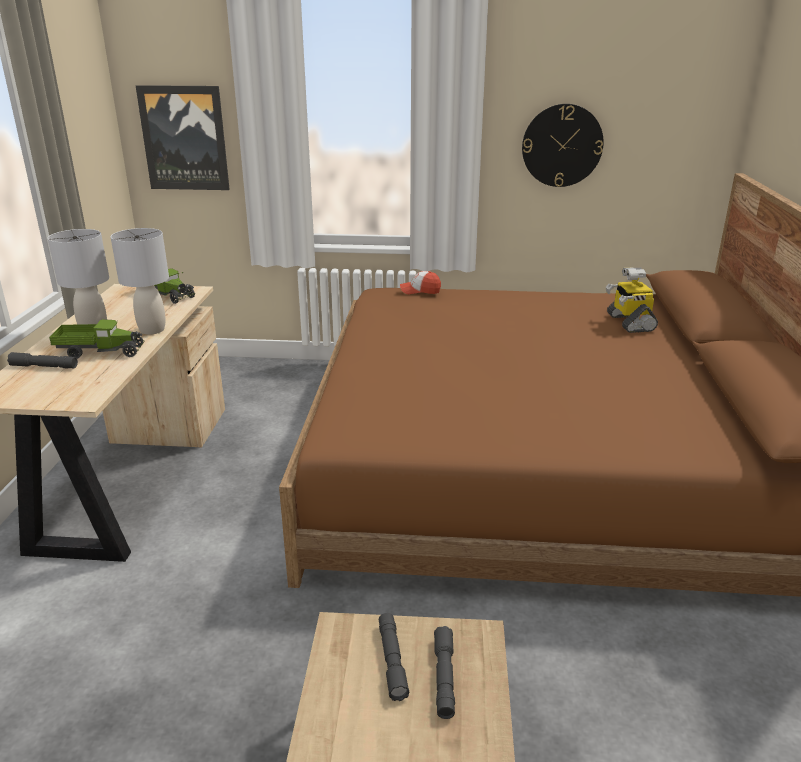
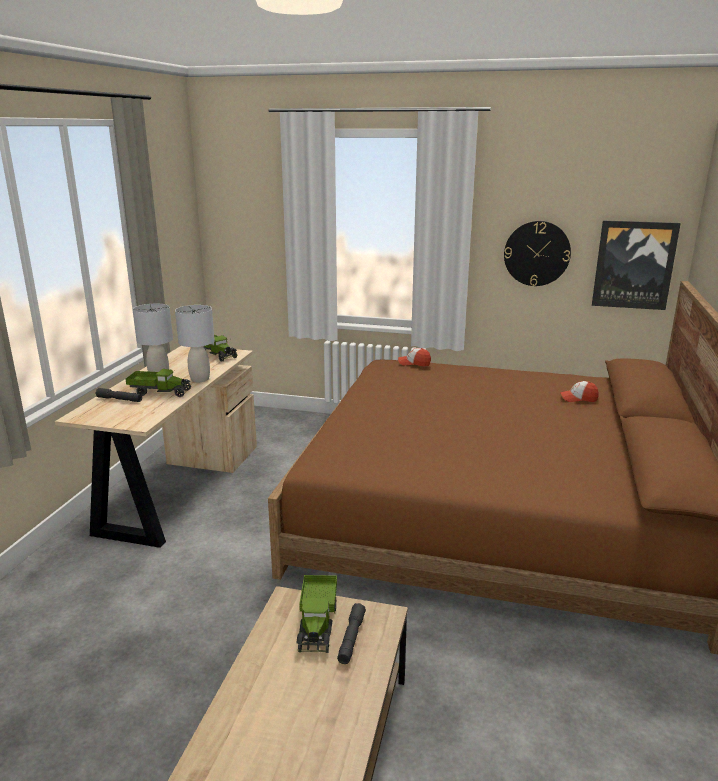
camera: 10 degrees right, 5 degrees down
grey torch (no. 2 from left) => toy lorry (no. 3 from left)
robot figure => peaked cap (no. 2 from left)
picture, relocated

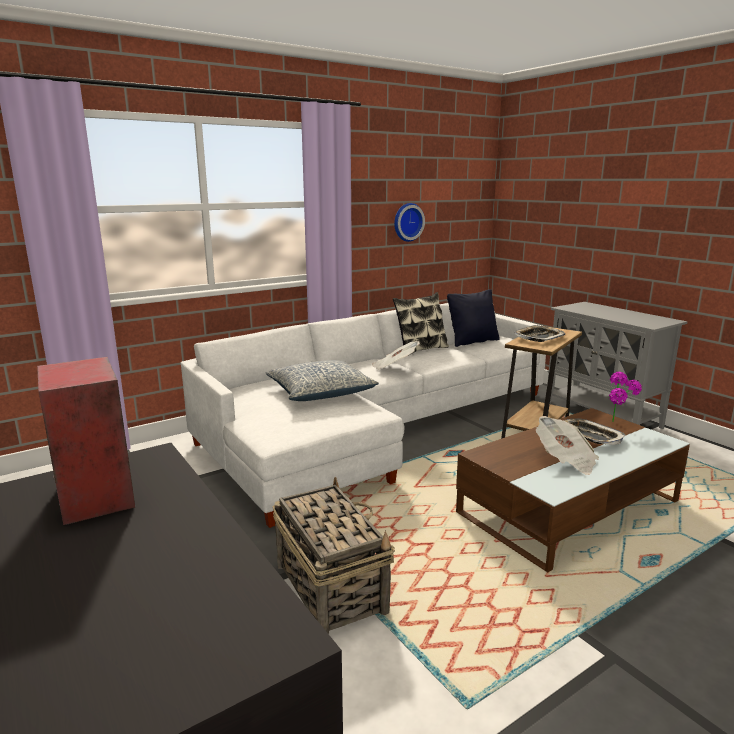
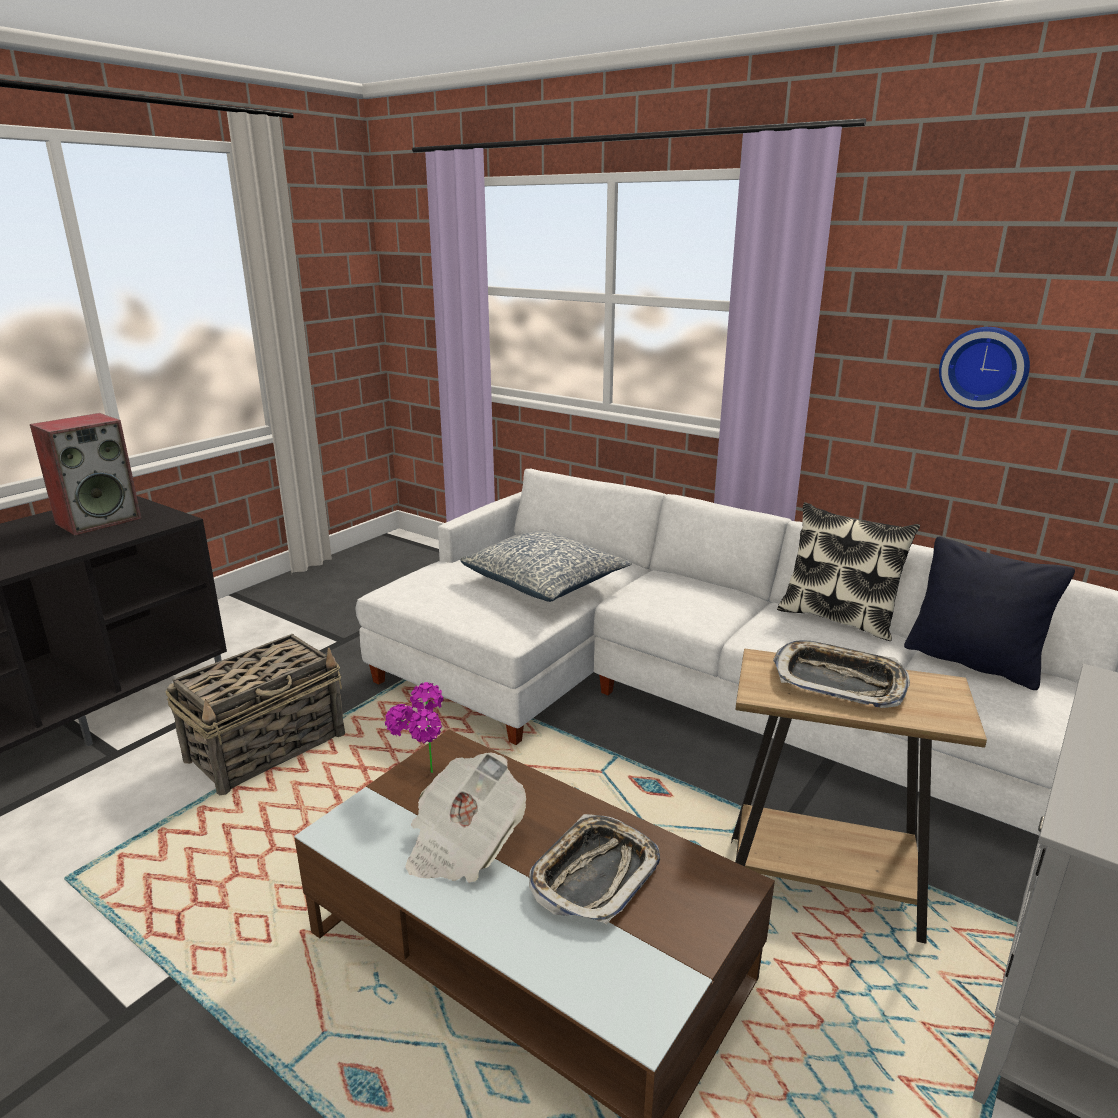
camera: 70 degrees right, 5 degrees up
plant in a pot, relocated
printed paper (no. 1 from left) => nothing

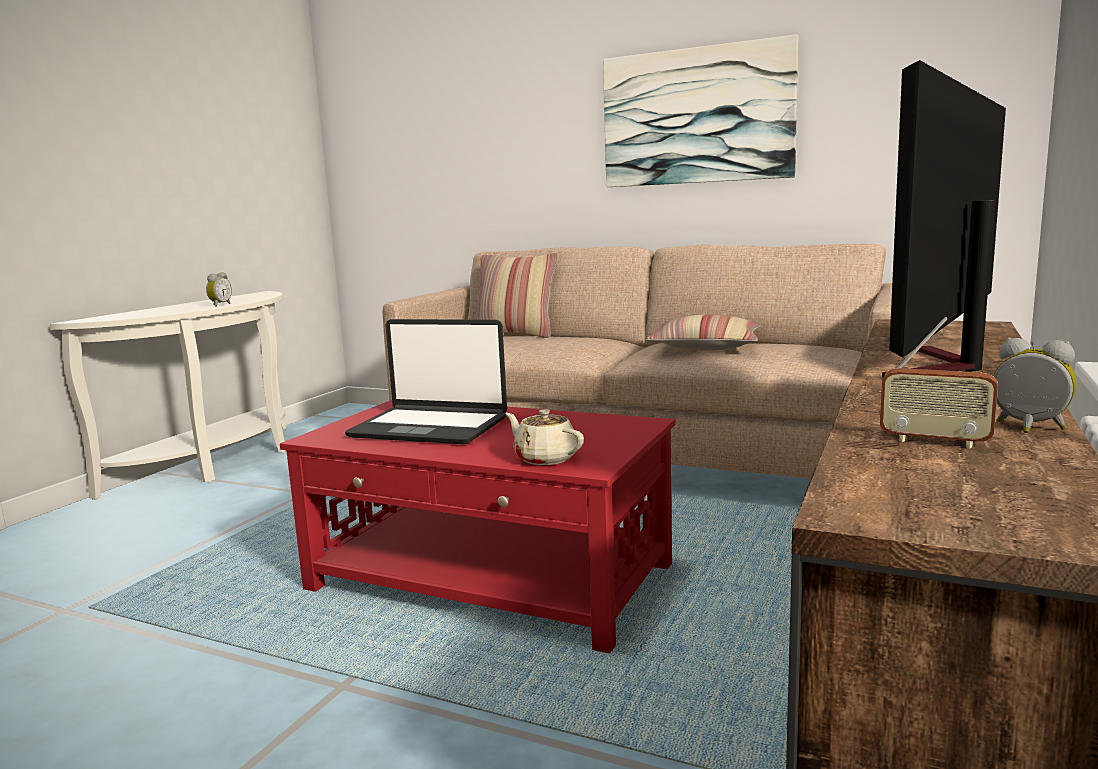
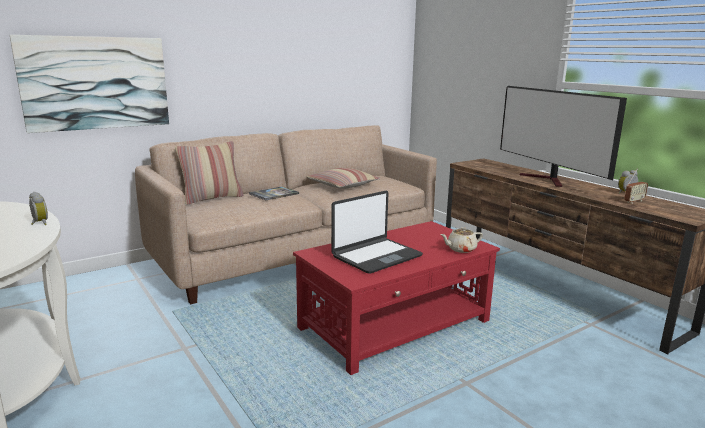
camera: 60 degrees left, 5 degrees up
picture, relocated
nothing => book

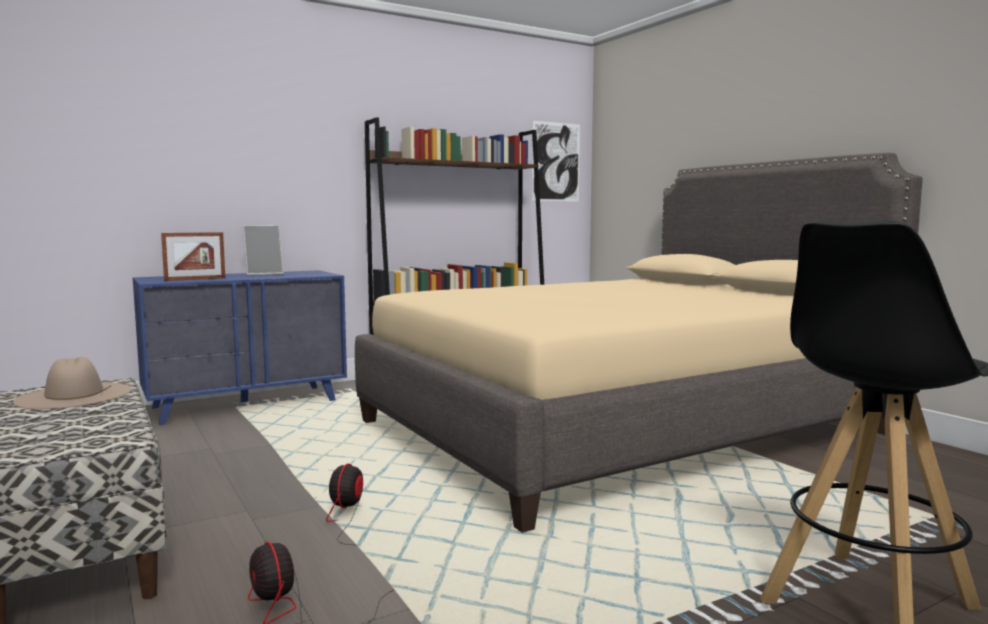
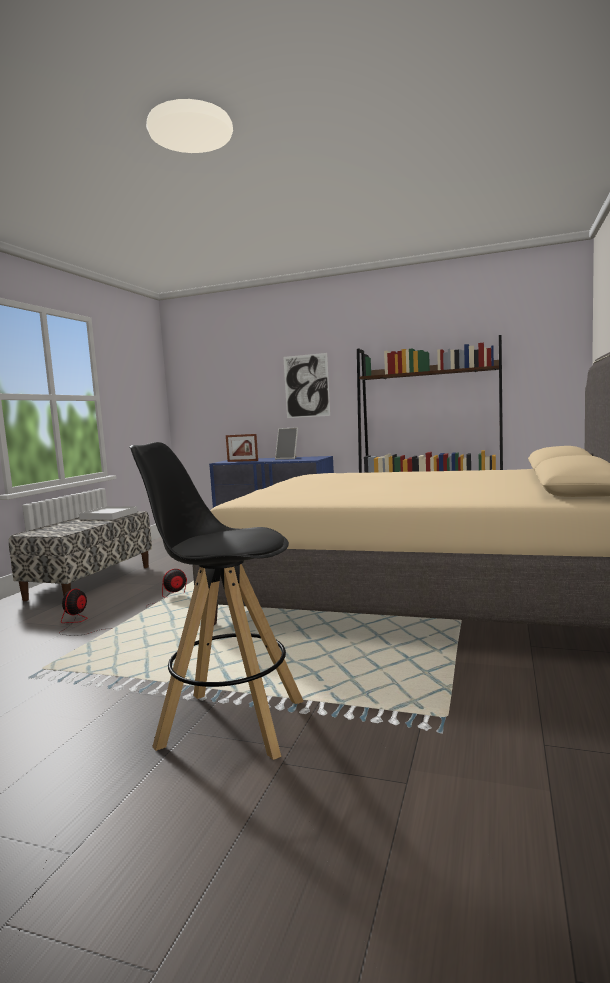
camera: 50 degrees right, 0 degrees up
sand-coloured wearable hat => white-coloured carrying tray
picture, relocated

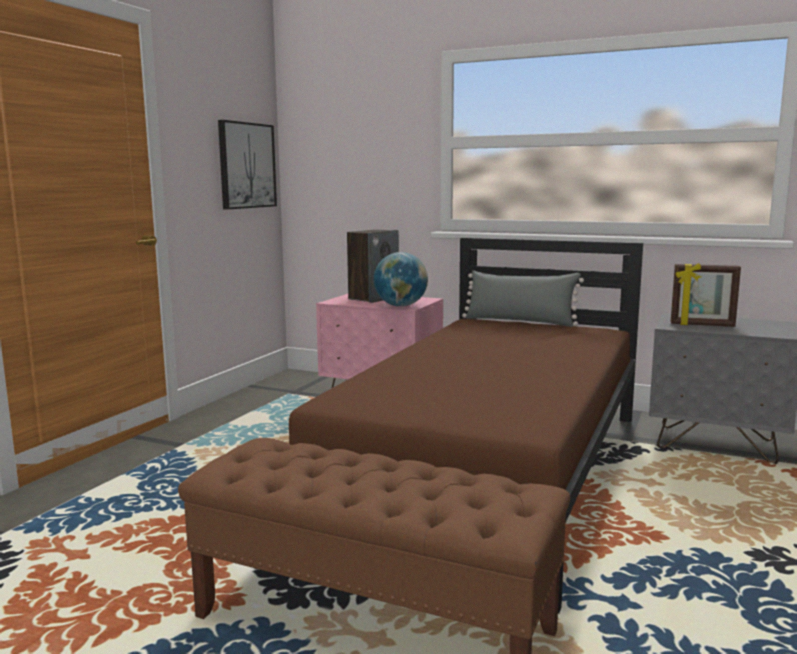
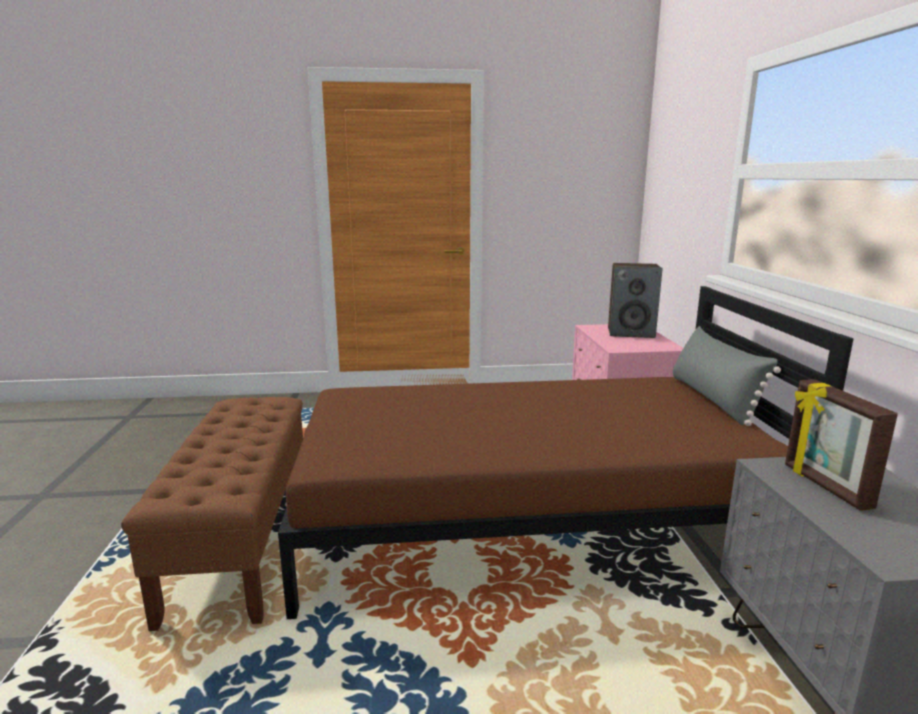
camera: 60 degrees right, 5 degrees up
picture => nothing
globe => nothing

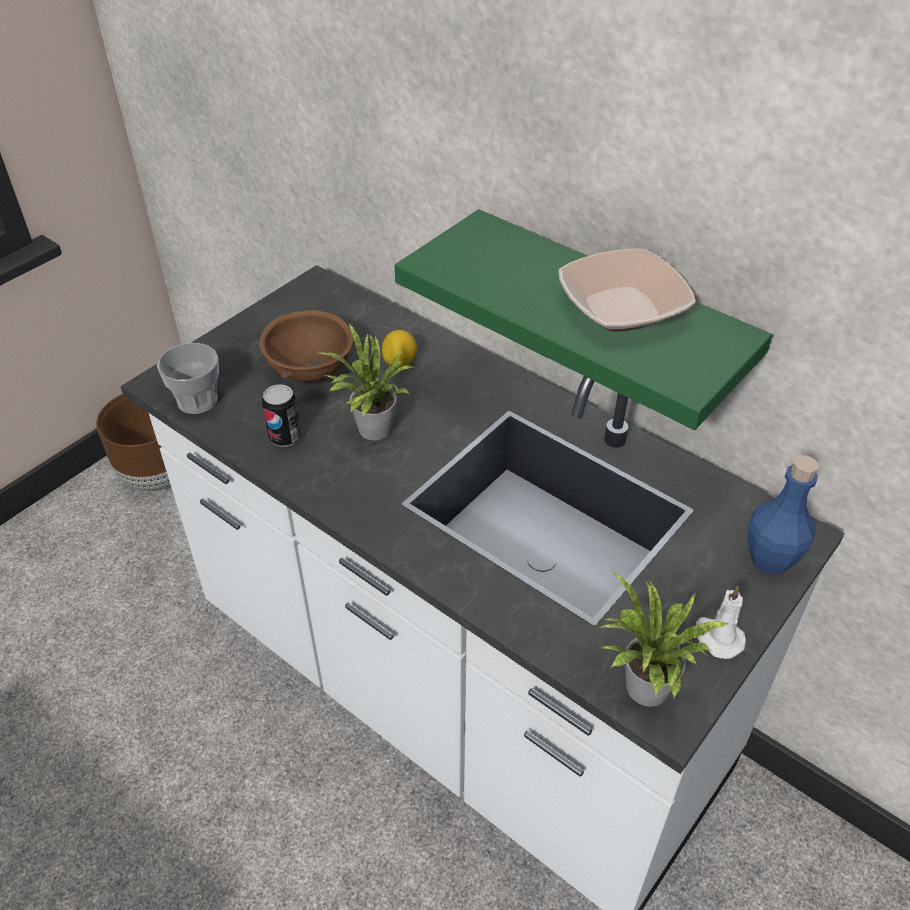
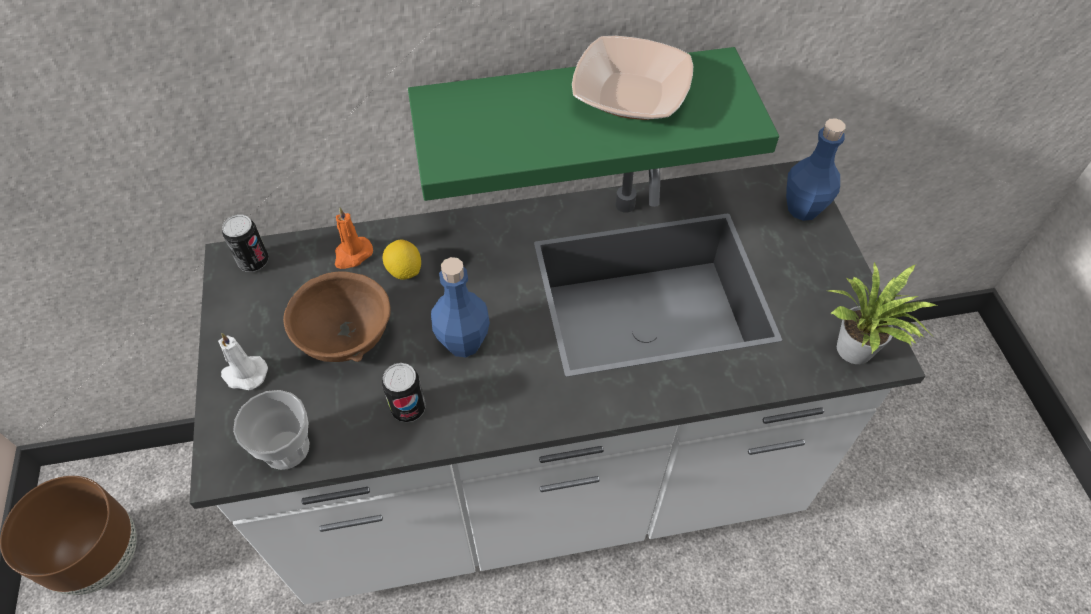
camera: 50 degrees left, 10 degrees up
white-coloured candle, relocated
nothing => can (no. 1 from left)
nothing => orangey candle
plant in a pot (no. 1 from left) => bluish drink bottle (no. 1 from left)

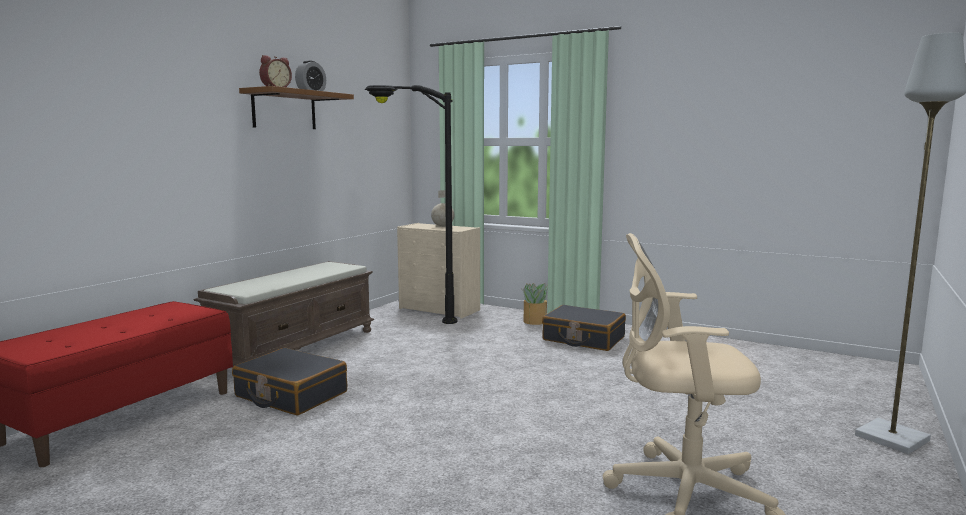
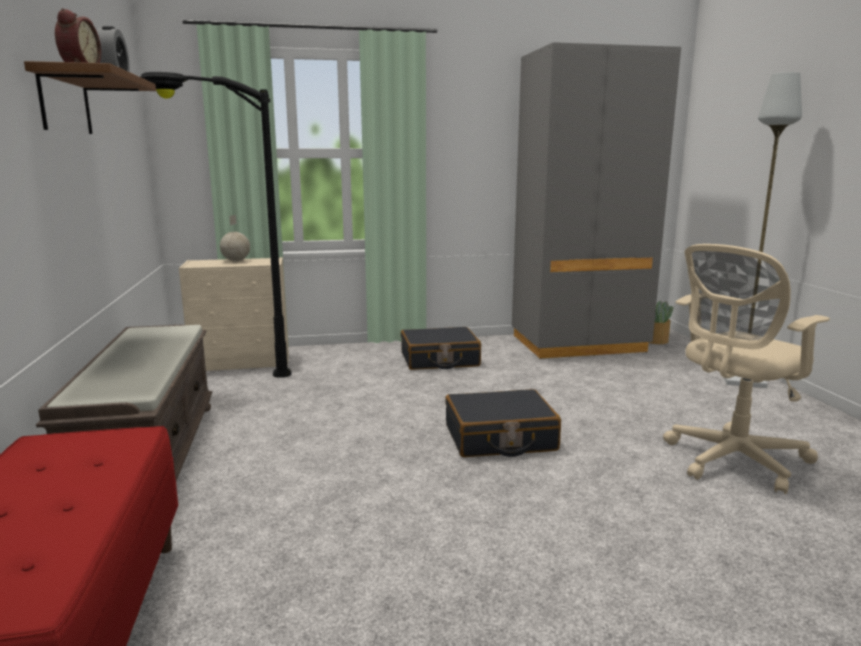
camera: 40 degrees left, 5 degrees up
blackish piece of luggage (no. 1 from left in the first image) => blackish piece of luggage (no. 2 from left), relocated
nothing => grey armoire
plant in a pot, relocated

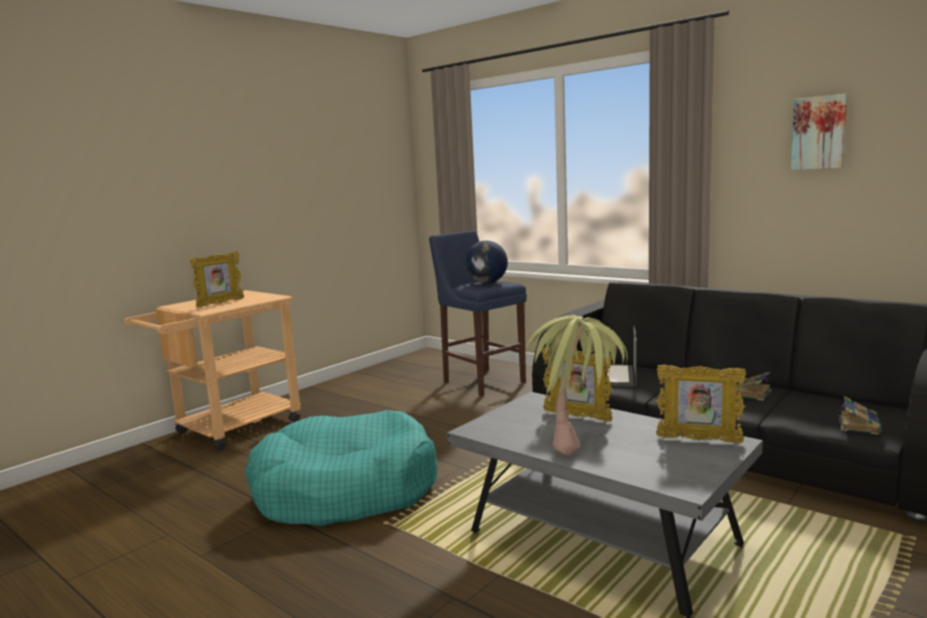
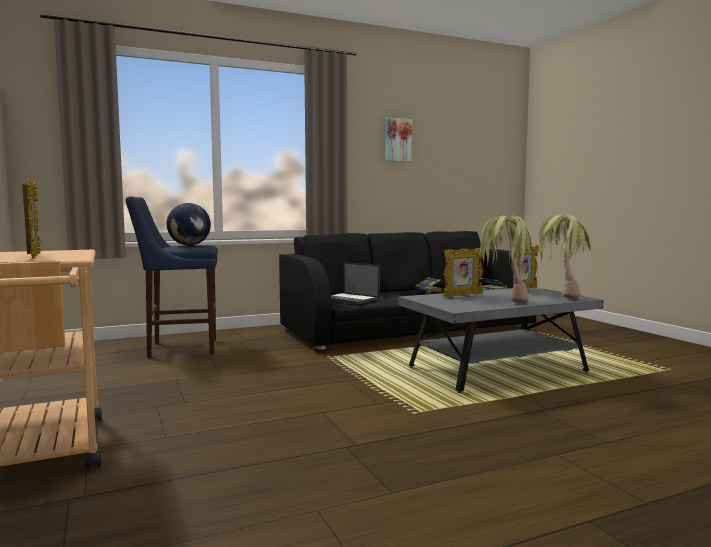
camera: 65 degrees left, 5 degrees down
nothing => plant in a pot (no. 2 from left)
blue-green dog bed => nothing

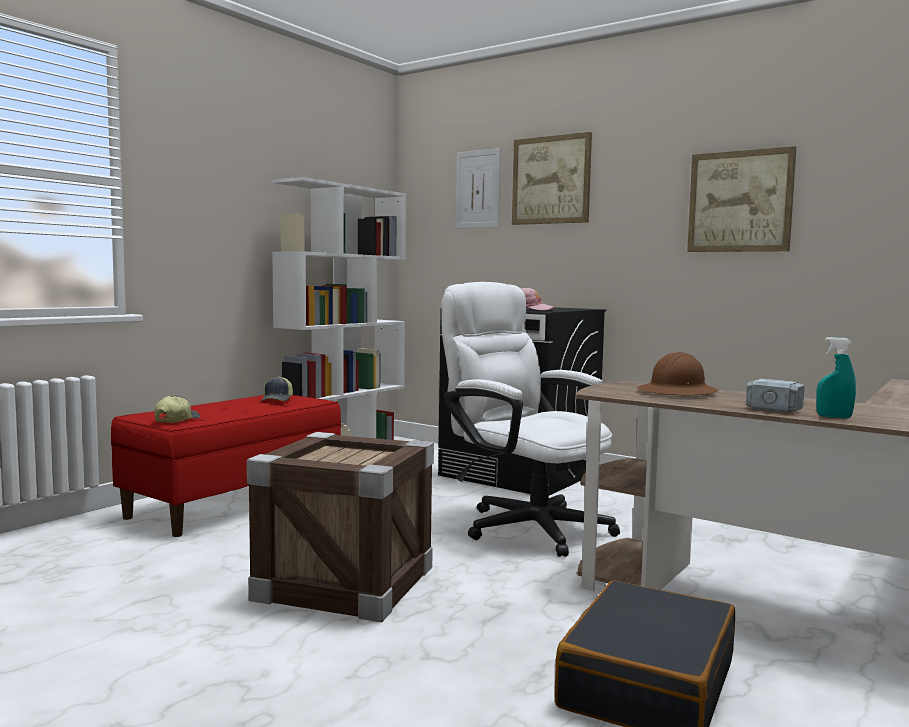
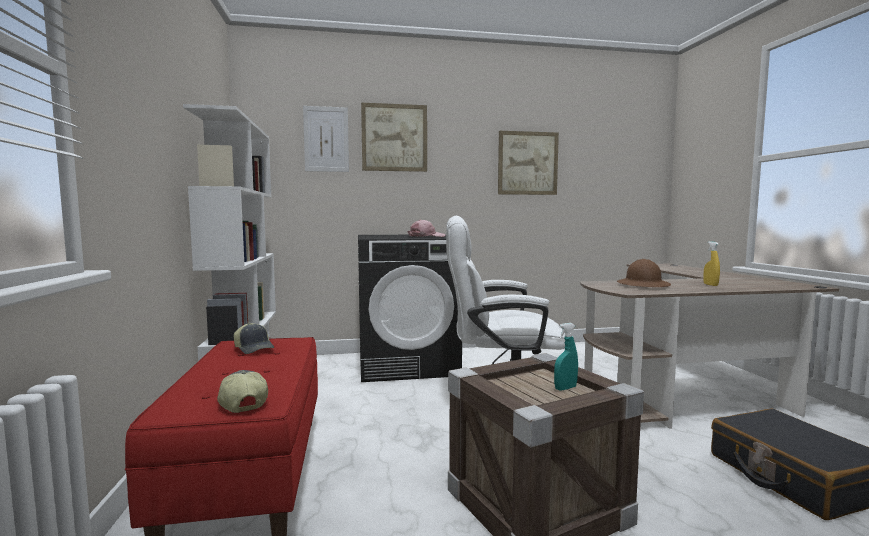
camera: 45 degrees left, 0 degrees up
blue-green spray bottle, relocated
tool hammer => yellowish spray bottle

